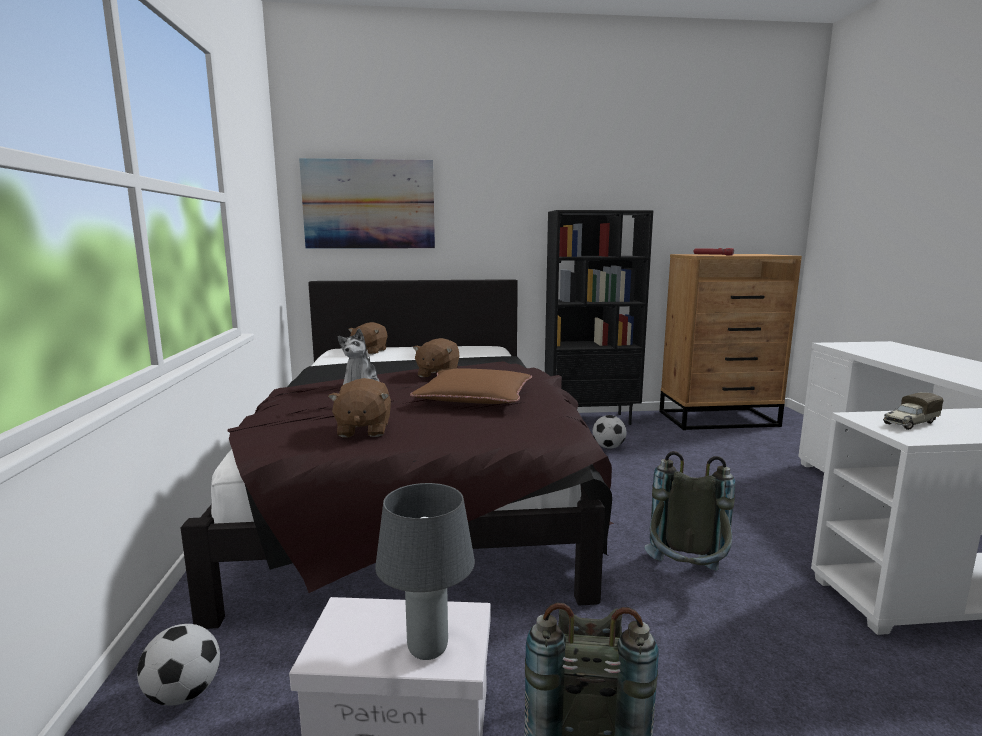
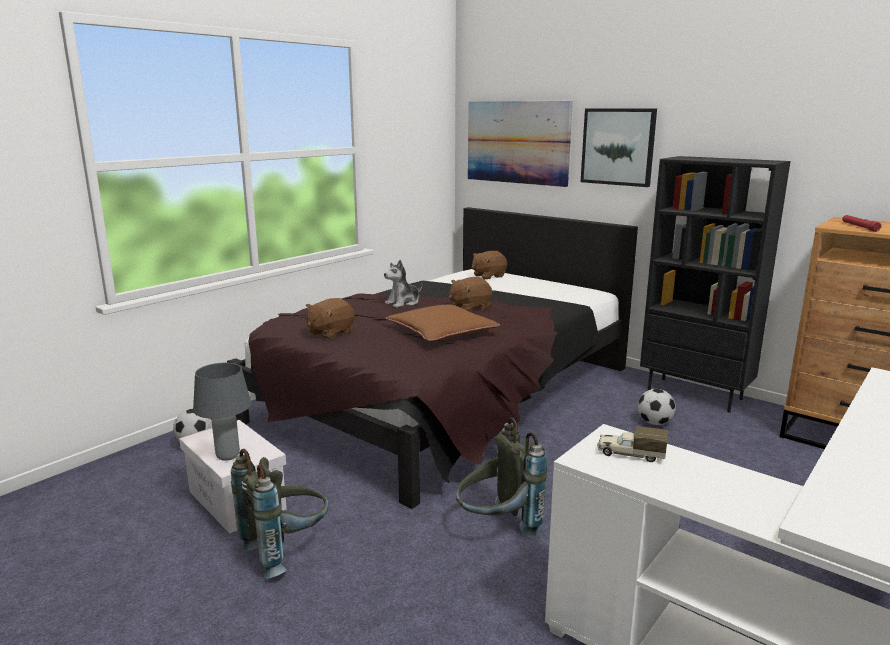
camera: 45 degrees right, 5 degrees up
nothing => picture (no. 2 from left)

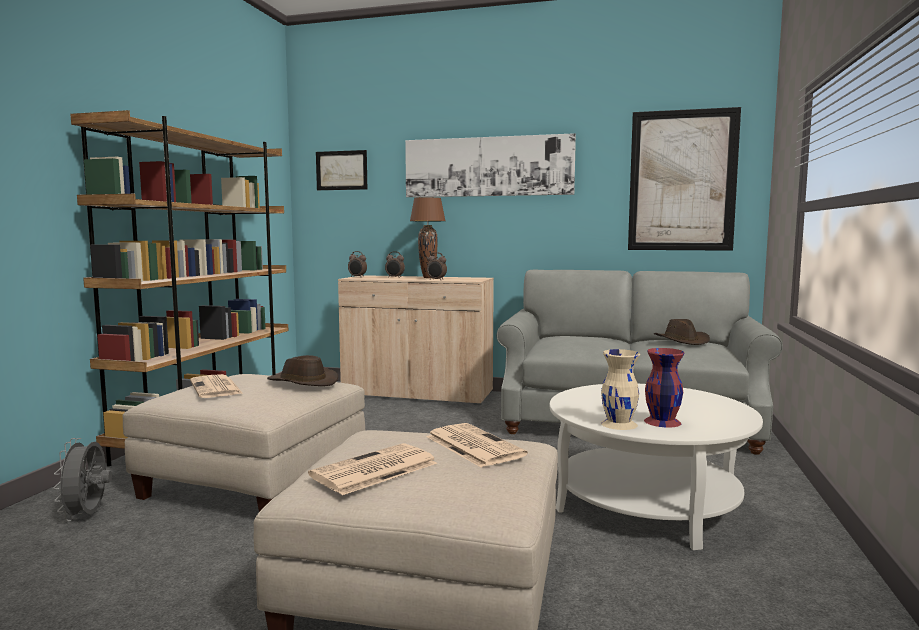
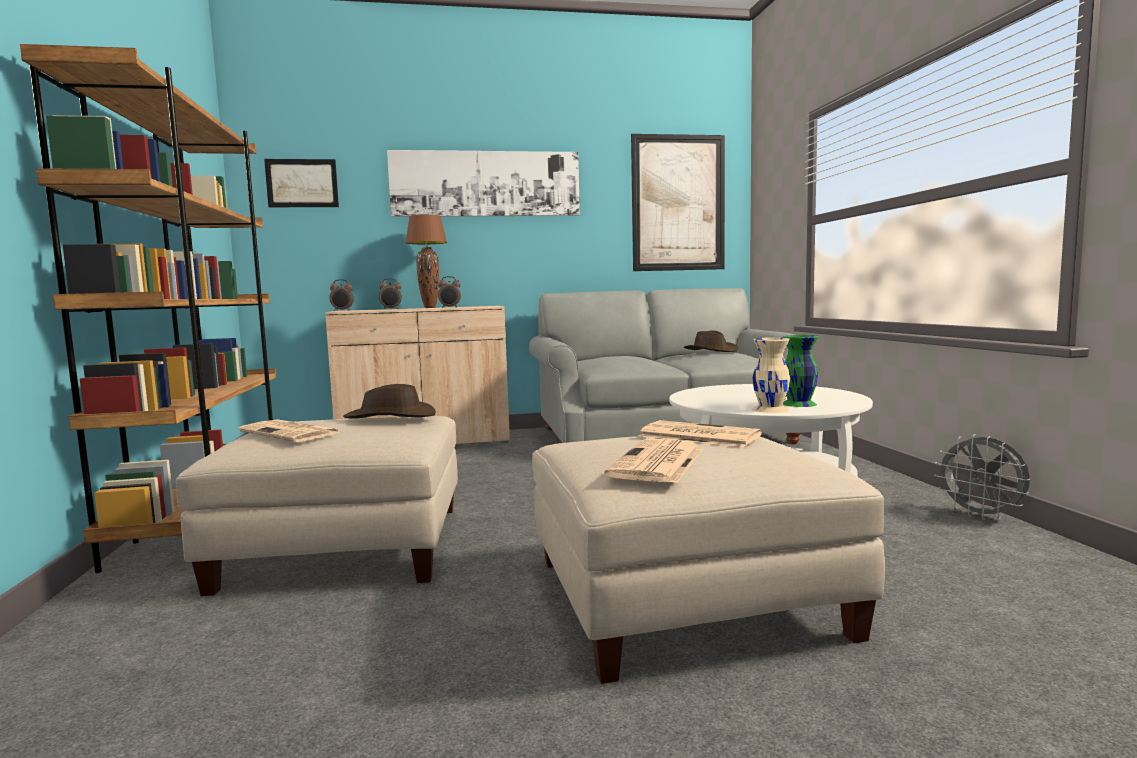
camera: 25 degrees left, 0 degrees up
red-coloured flower vase => green-coloured flower vase
grey cooling fan, relocated

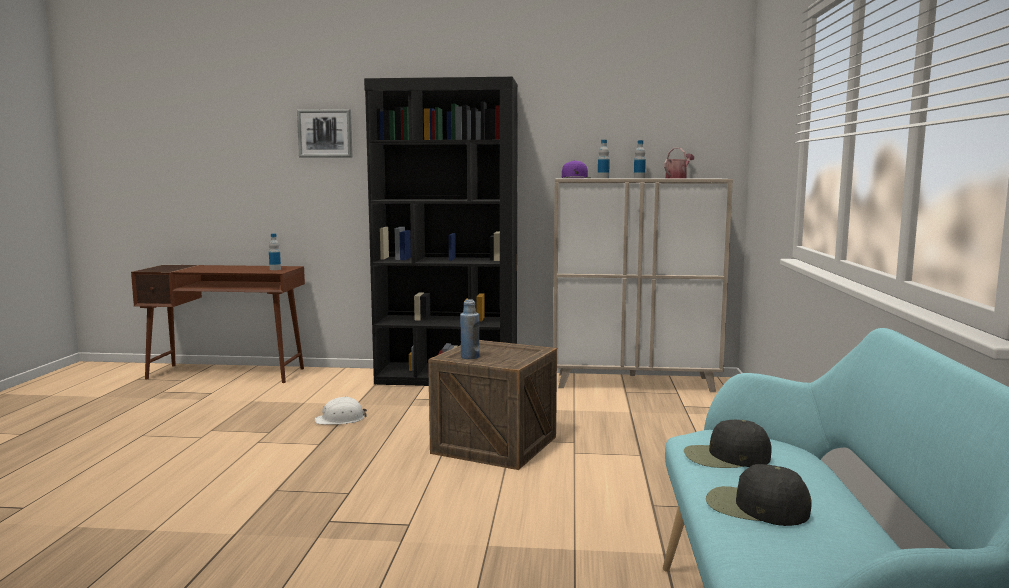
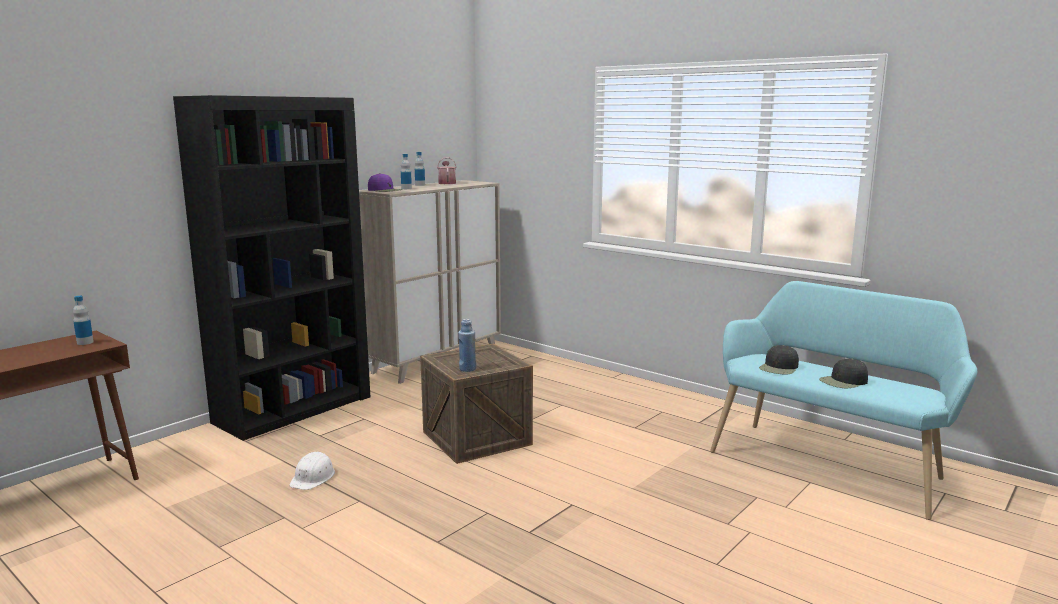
camera: 55 degrees left, 5 degrees up
picture => nothing

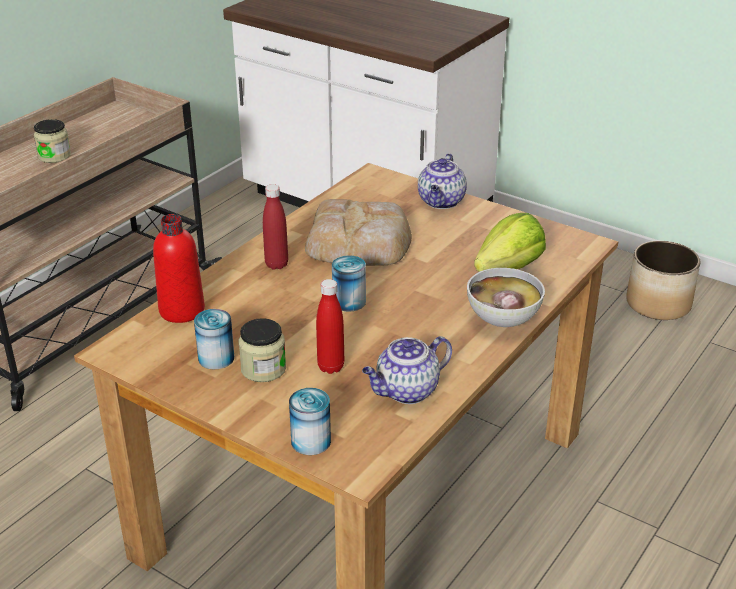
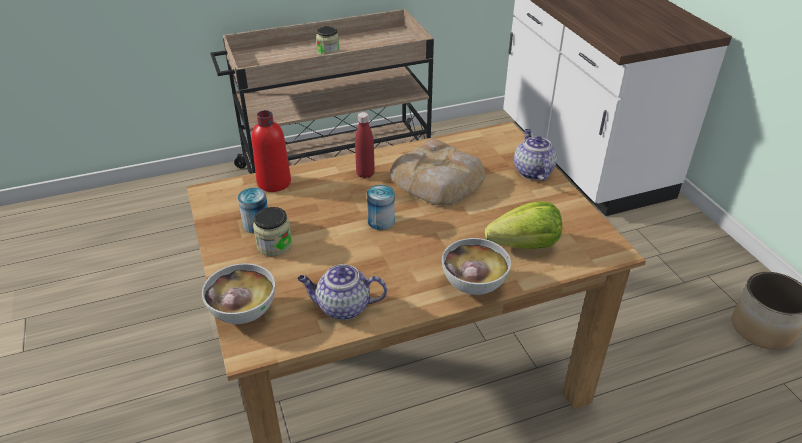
camera: 35 degrees right, 5 degrees up
can (no. 2 from left) => serving bowl (no. 1 from left)
tea pot (no. 2 from left), 120 degrees clockwise
red-coloured drink bottle (no. 3 from left) => nothing

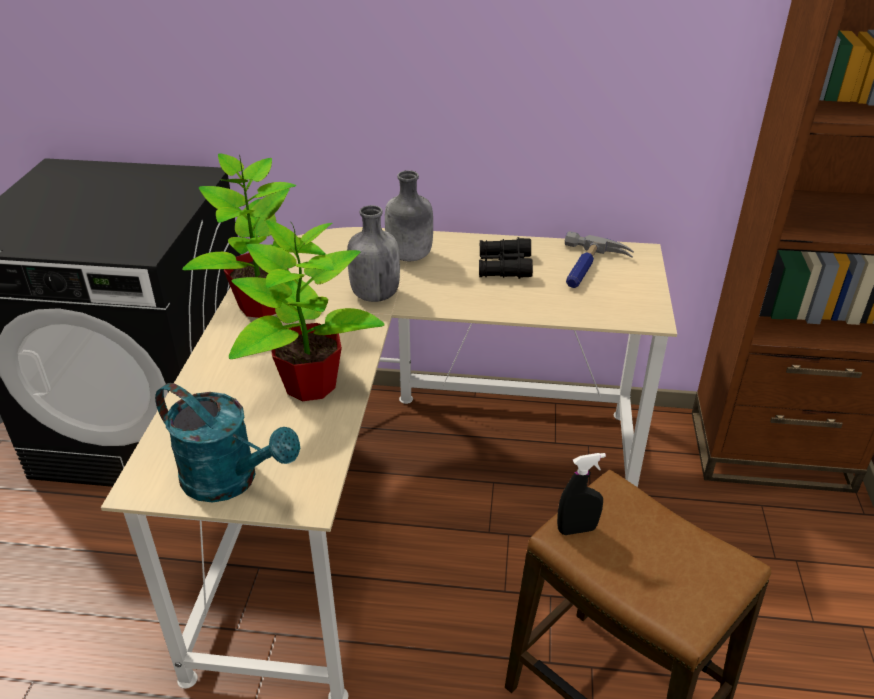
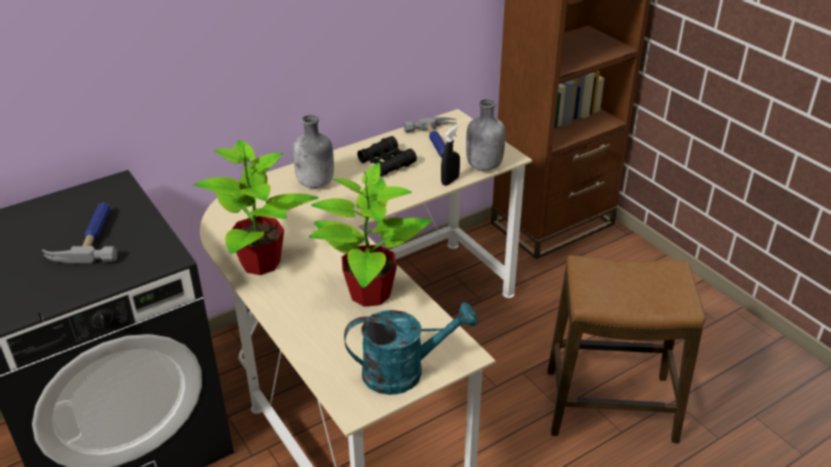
camera: 40 degrees left, 0 degrees up
nothing => tool hammer (no. 1 from left)
blackish spray bottle, relocated
grey drink bottle (no. 1 from left in the first image) => grey drink bottle (no. 2 from left), relocated

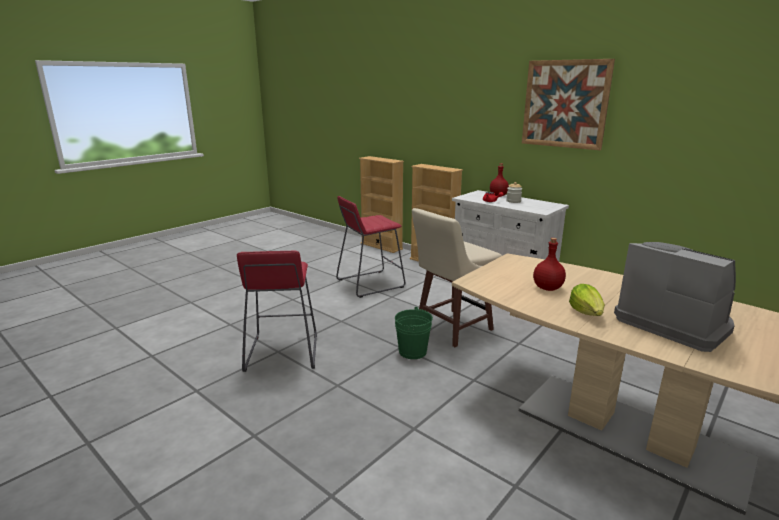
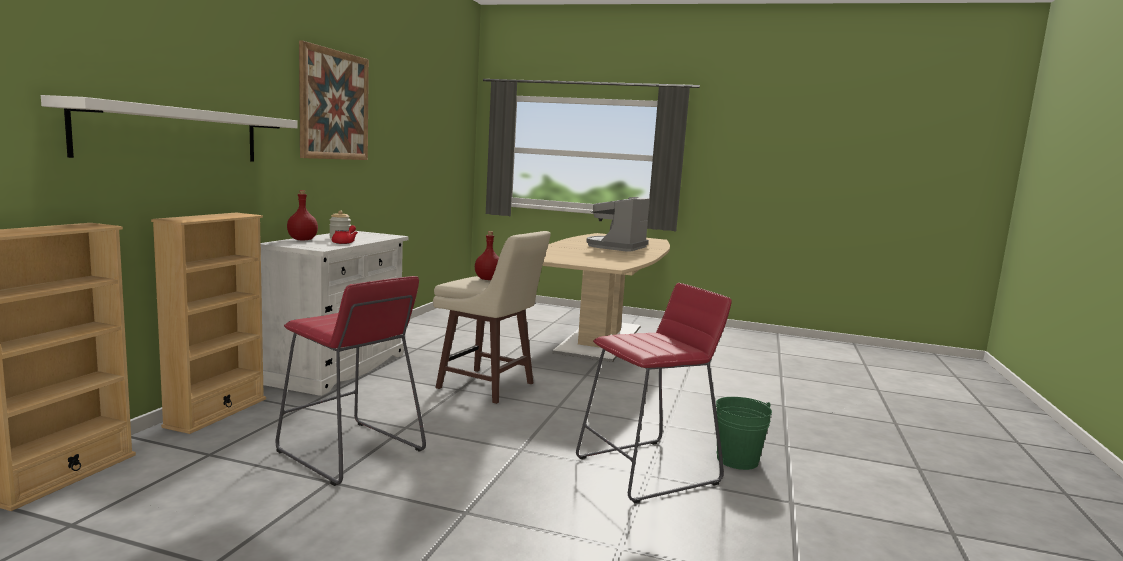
camera: 115 degrees left, 10 degrees down
nothing => white-coloured wall shelf
red-coloured drink bottle (no. 2 from left), relocated
green-coloured bucket, relocated
lettuce head => nothing

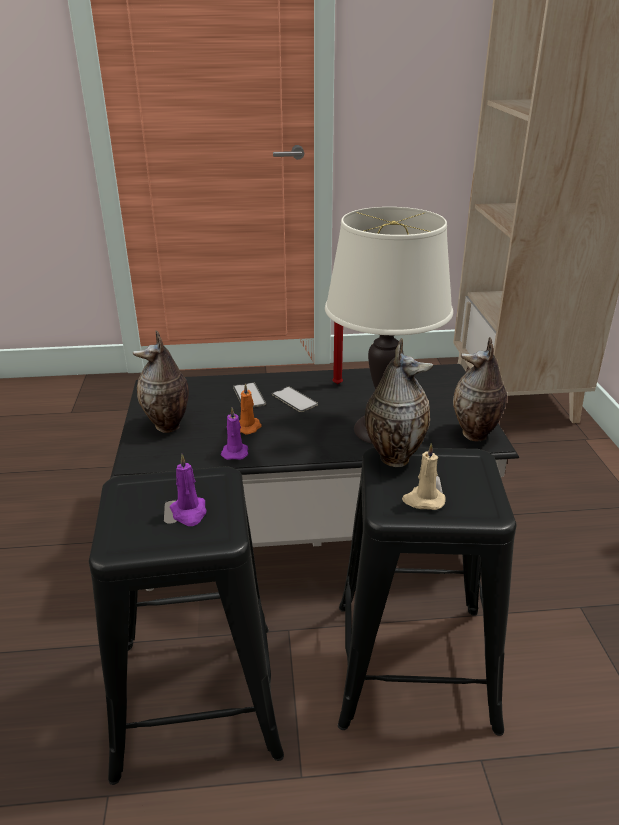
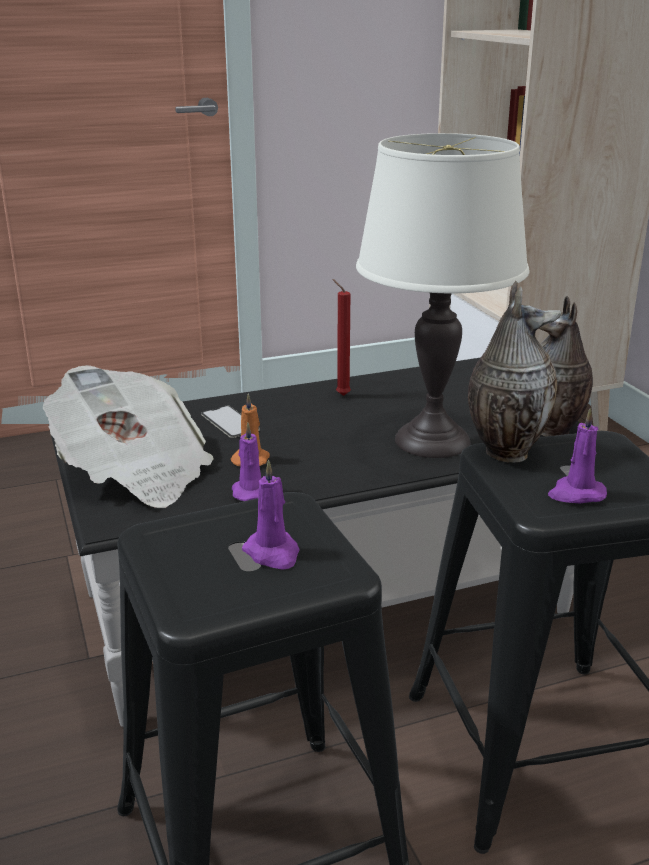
camera: 15 degrees left, 5 degrees down
flower vase (no. 1 from left) => printed paper
sand-coloured candle => purple candle (no. 3 from left)
handset (no. 2 from left) => nothing

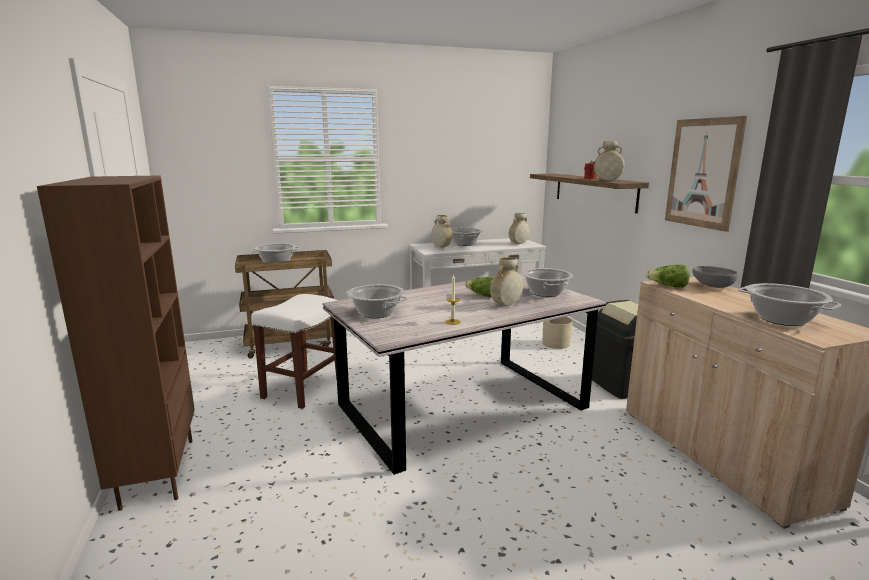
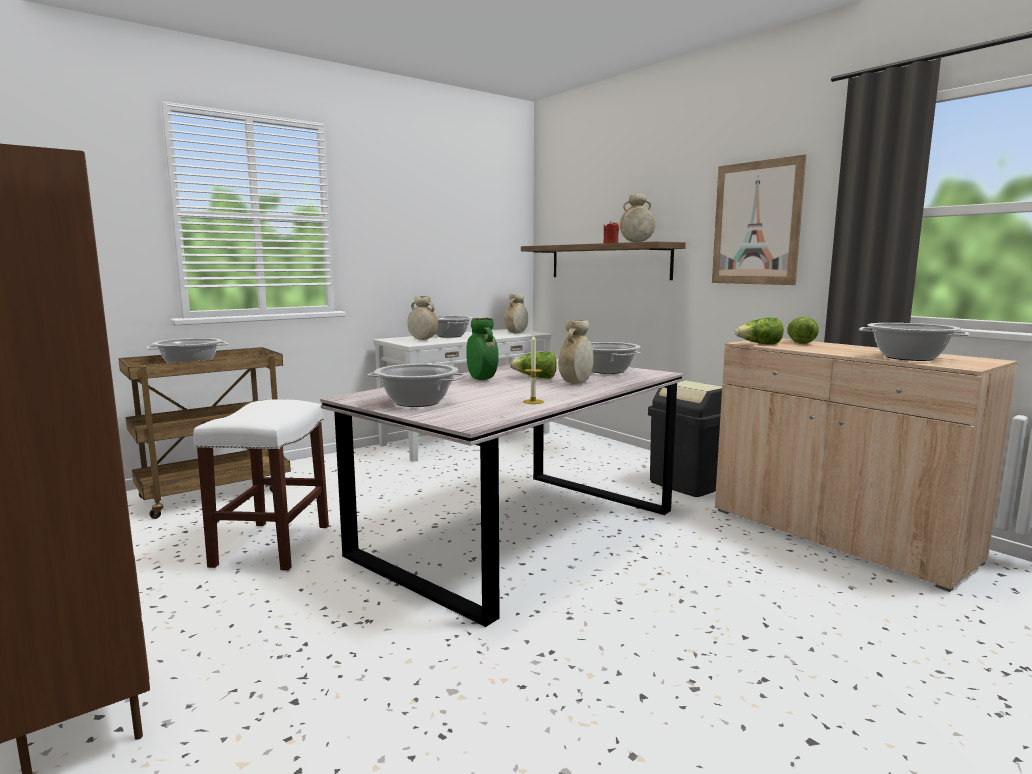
camera: 20 degrees left, 5 degrees down
nothing => green-coloured flower vase
grey serving bowl => lettuce head (no. 3 from left)
sand-coloured flower pot => nothing

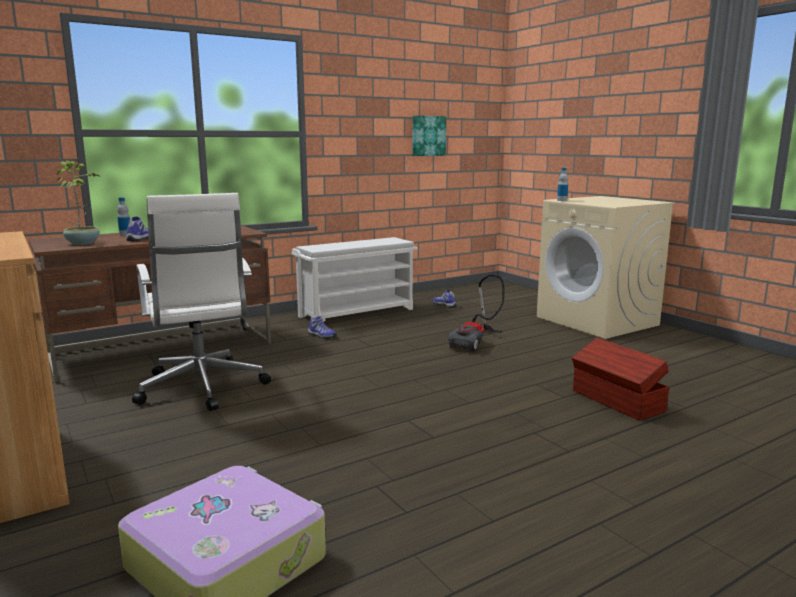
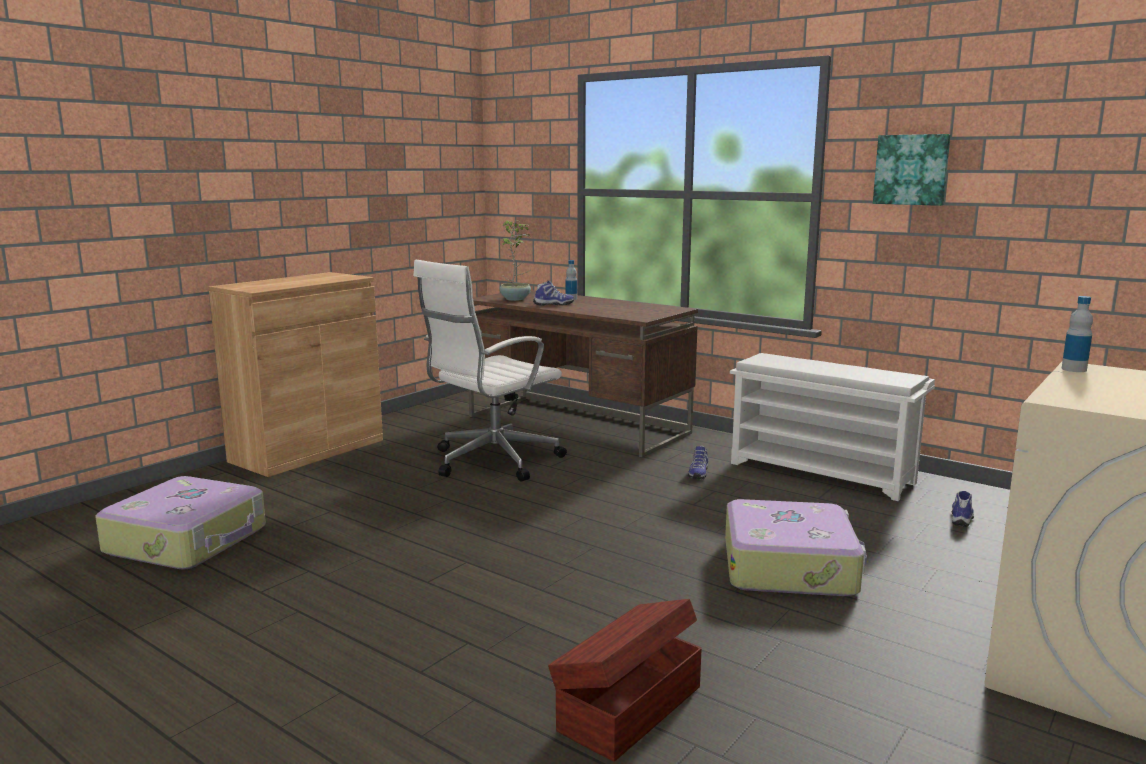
camera: 70 degrees right, 0 degrees up
vacuum => piece of luggage (no. 2 from left)
picture, relocated

